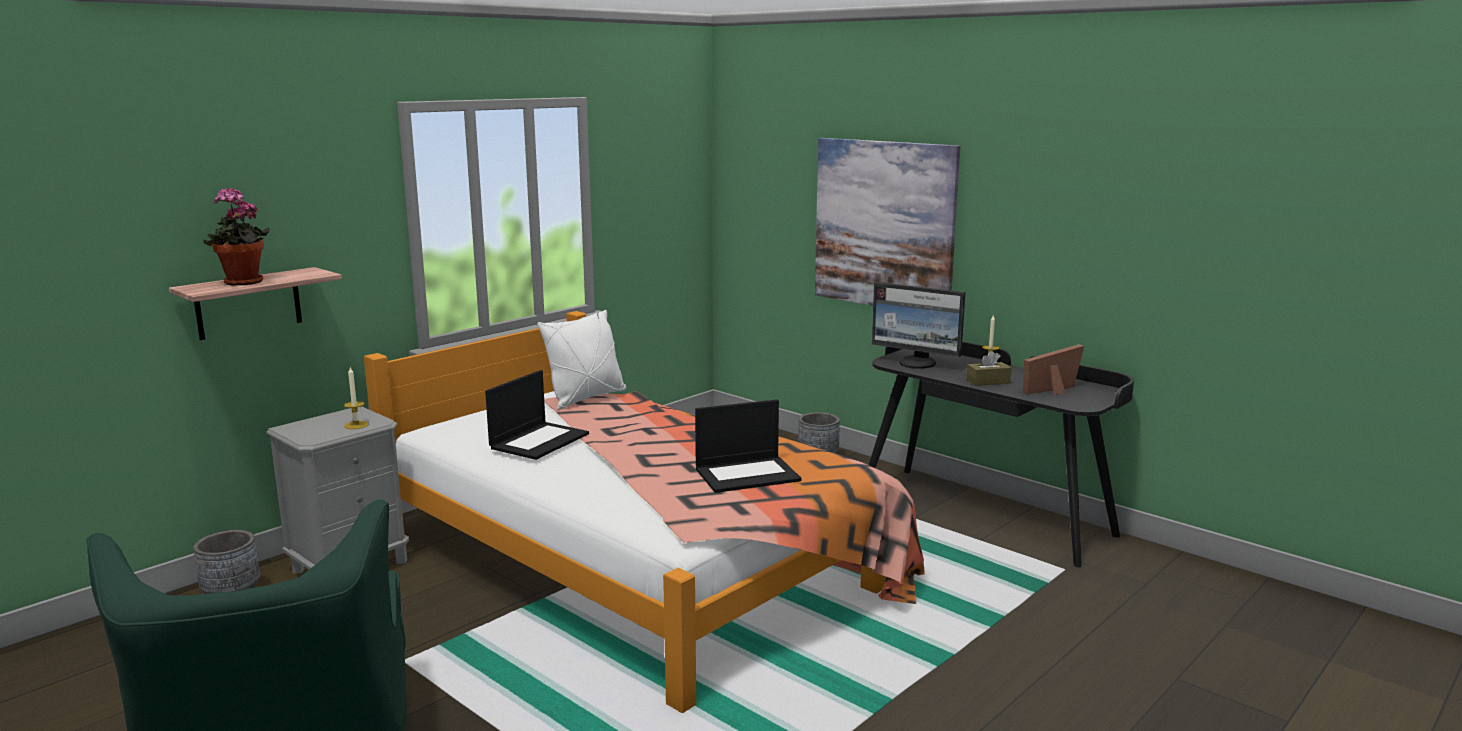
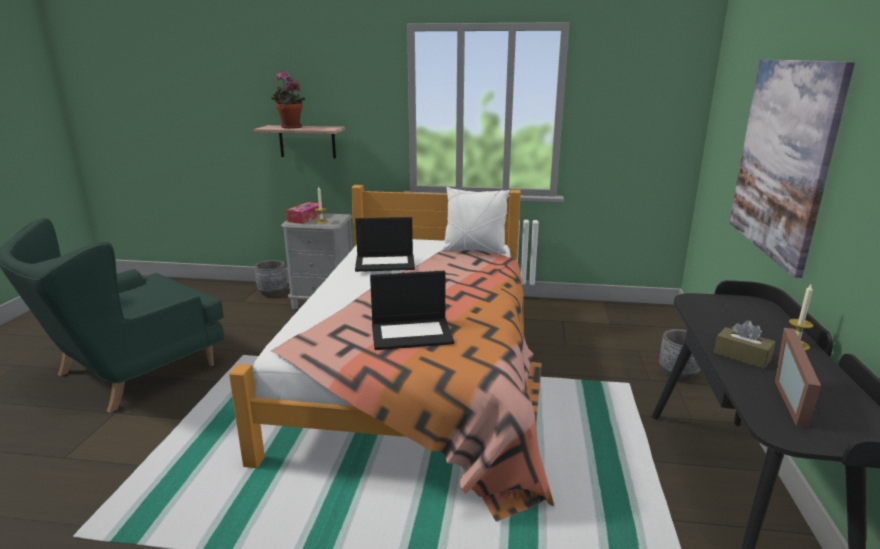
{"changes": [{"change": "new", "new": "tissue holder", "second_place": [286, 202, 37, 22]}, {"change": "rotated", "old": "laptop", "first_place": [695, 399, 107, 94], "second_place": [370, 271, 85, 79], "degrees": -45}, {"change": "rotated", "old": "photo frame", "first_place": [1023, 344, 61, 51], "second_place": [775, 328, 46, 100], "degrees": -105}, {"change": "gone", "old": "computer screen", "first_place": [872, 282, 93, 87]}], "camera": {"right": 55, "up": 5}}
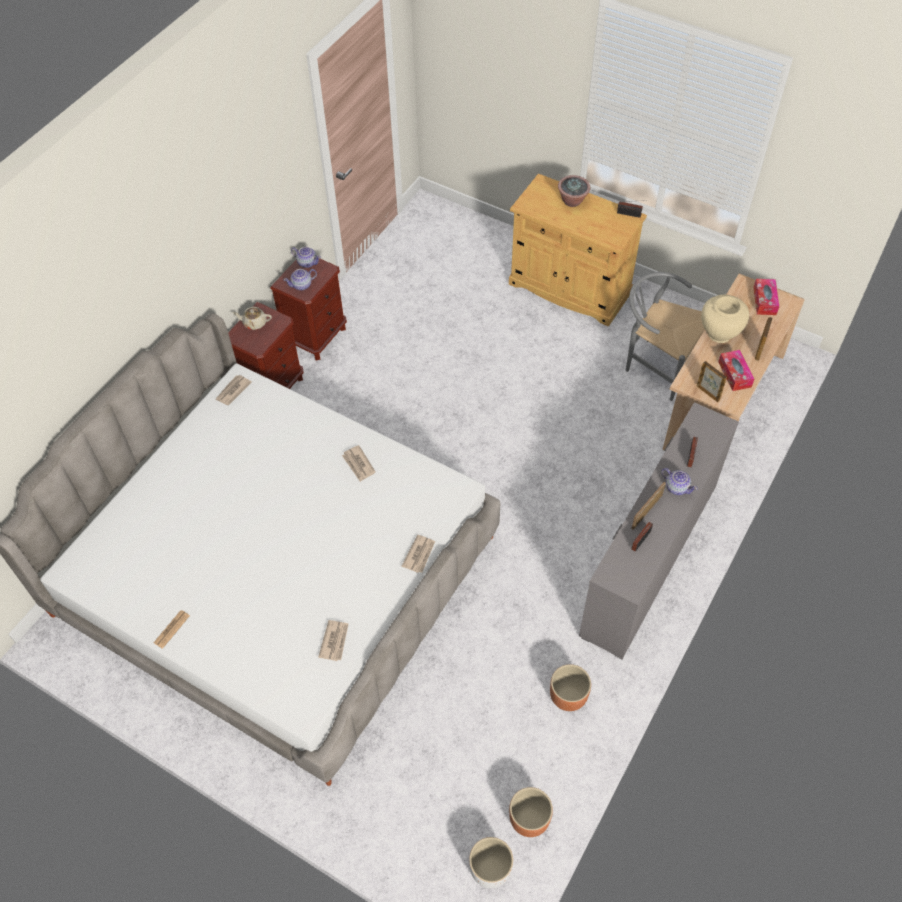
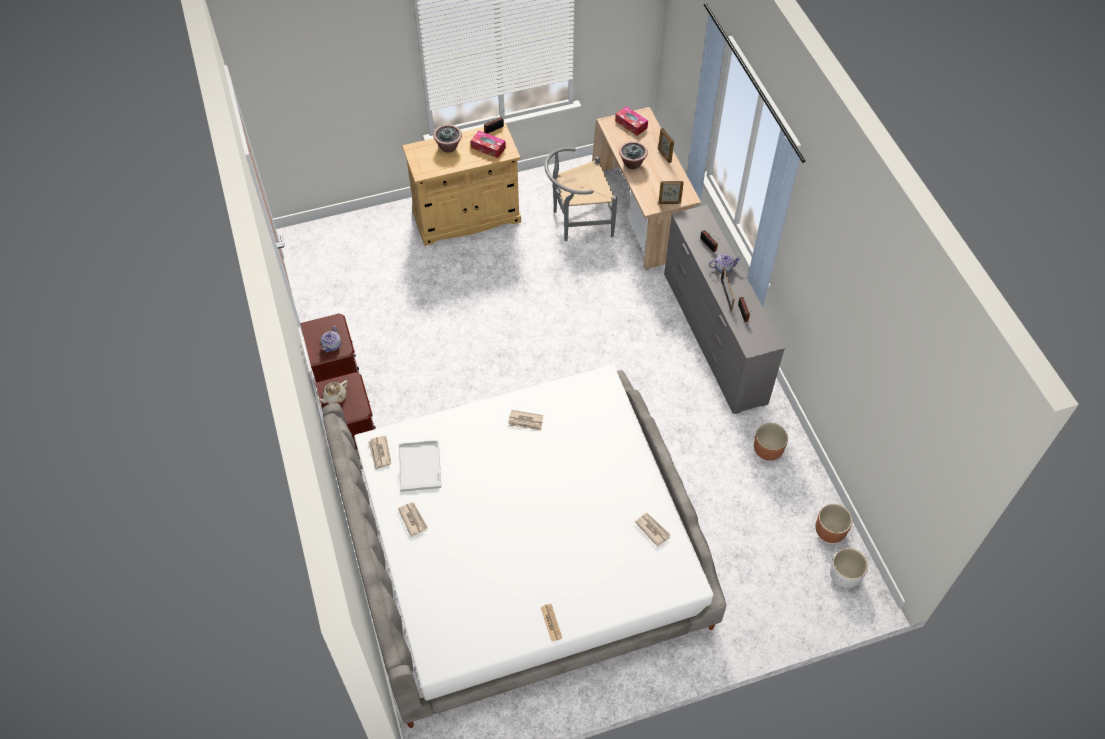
{"changes": [{"change": "new", "new": "whitish carrying tray", "second_place": [398, 440, 43, 52]}, {"change": "shifted", "old": "printed paper", "first_place": [402, 535, 33, 38], "second_place": [398, 502, 30, 35]}, {"change": "shifted", "old": "tissue holder", "first_place": [718, 350, 36, 41], "second_place": [471, 131, 35, 27]}, {"change": "swapped", "old": "beige flower vase", "new": "houseplant", "first_place": [701, 295, 48, 48], "second_place": [619, 141, 29, 28]}, {"change": "gone", "old": "pot for tea", "first_place": [291, 247, 30, 21]}], "camera": {"right": -50, "up": 0}}
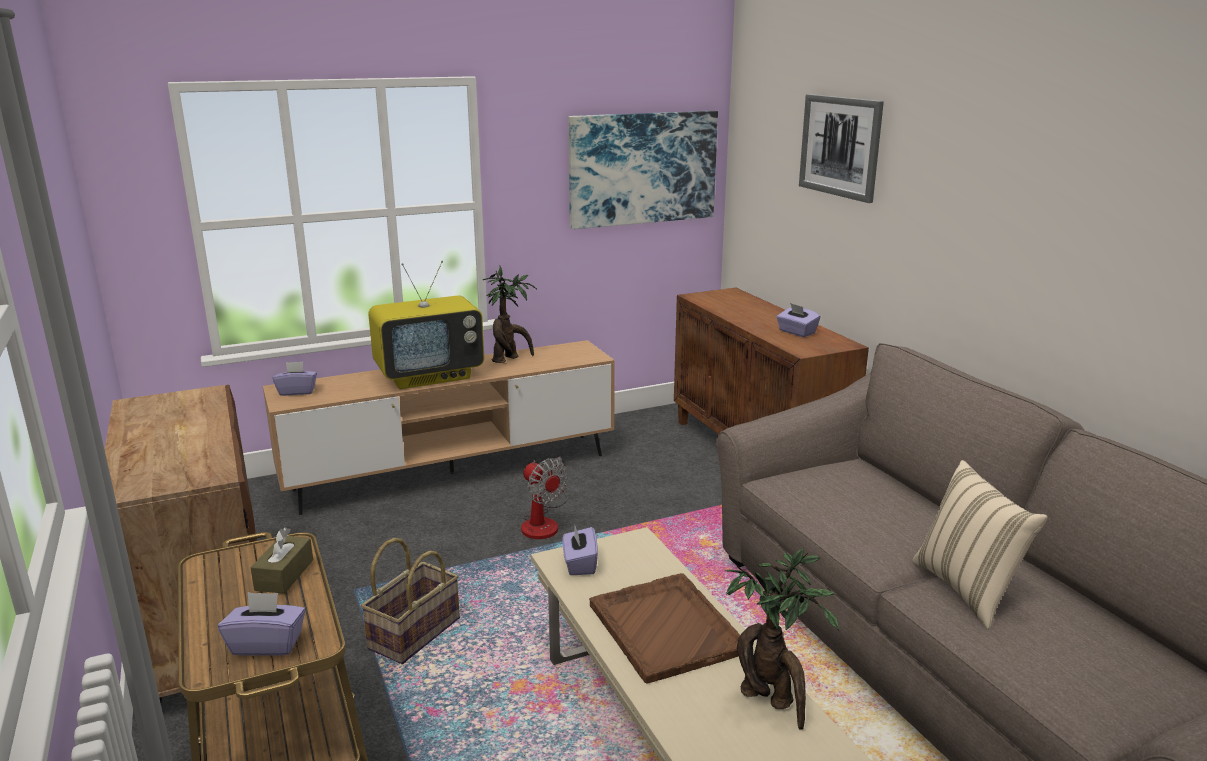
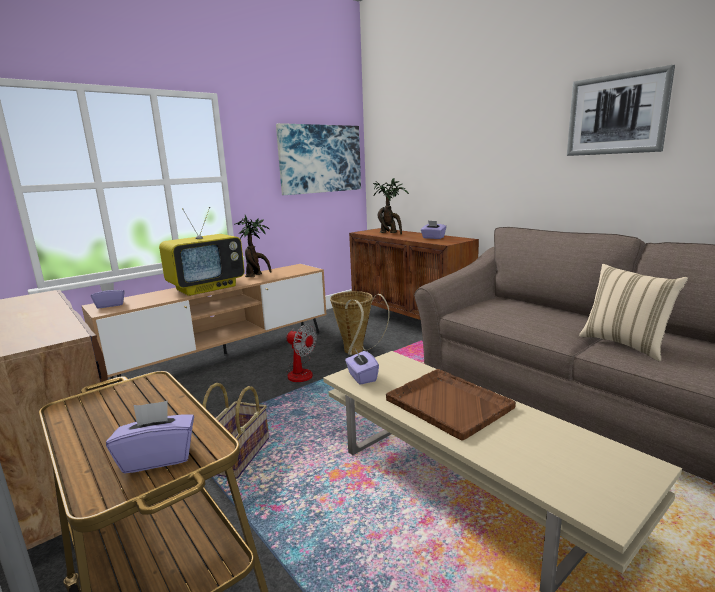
{"changes": [{"change": "new", "new": "basket", "second_place": [330, 291, 60, 64]}, {"change": "shifted", "old": "houseplant", "first_place": [725, 548, 114, 182], "second_place": [373, 178, 36, 56]}, {"change": "shifted", "old": "wall picture", "first_place": [799, 94, 85, 109], "second_place": [567, 65, 108, 91]}, {"change": "gone", "old": "brown-coloured tissue holder", "first_place": [250, 527, 63, 67]}], "camera": {"right": -15, "up": -5}}
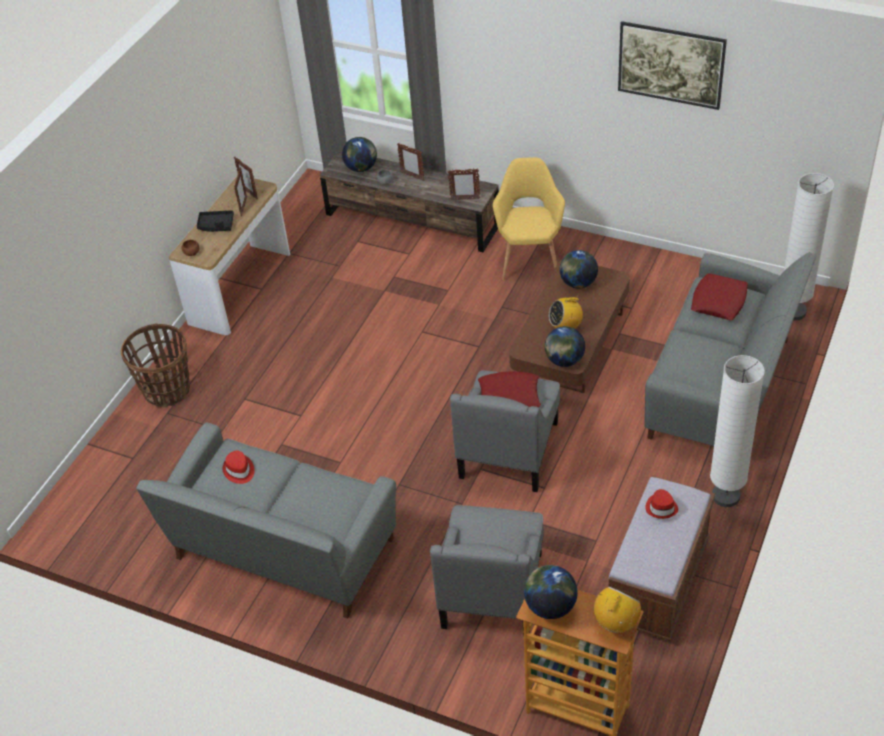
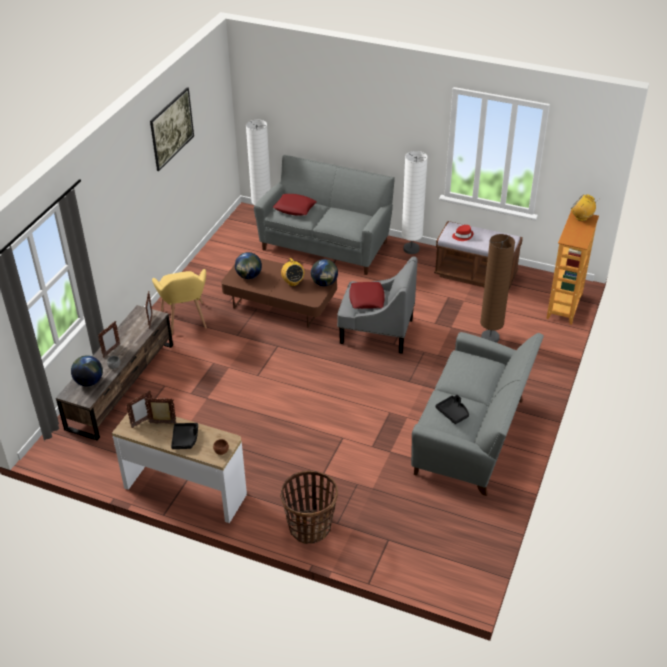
{"changes": [{"change": "rotated", "old": "yellowish armchair", "first_place": [493, 157, 72, 124], "second_place": [152, 269, 55, 66], "degrees": -105}, {"change": "swapped", "old": "red-coloured hat", "new": "black-coloured carrying tray", "first_place": [223, 451, 32, 33], "second_place": [435, 395, 34, 29]}, {"change": "swapped", "old": "gray armchair", "new": "brown-coloured standing lamp", "first_place": [430, 505, 114, 132], "second_place": [480, 234, 35, 109]}, {"change": "gone", "old": "globe", "first_place": [524, 565, 54, 54]}], "camera": {"right": -95, "up": -5}}
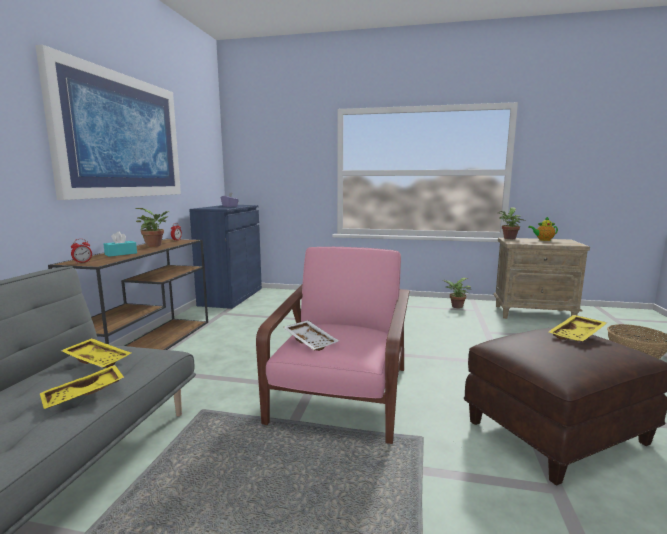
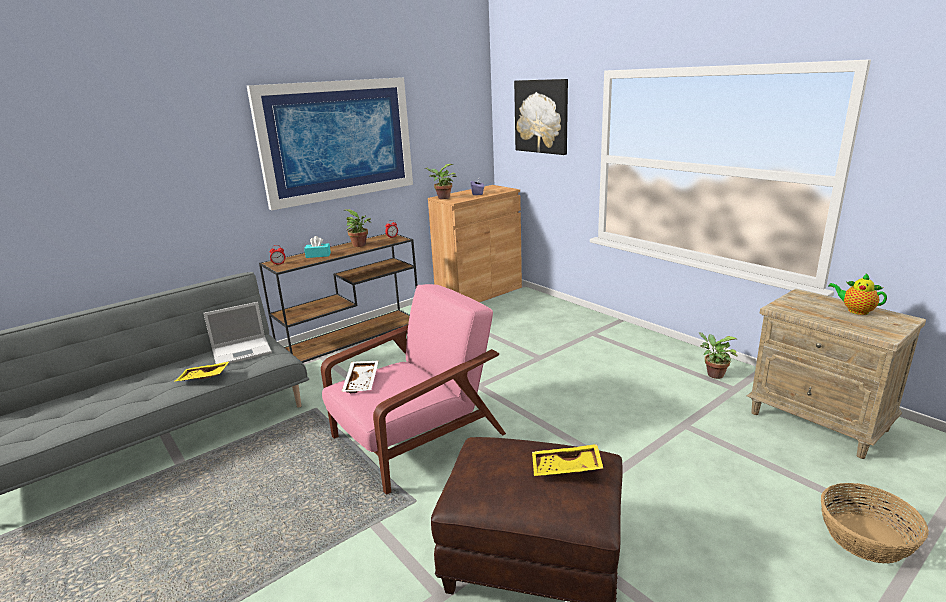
{"changes": [{"change": "swapped", "old": "yellowish carrying tray", "new": "laptop", "first_place": [61, 338, 70, 30], "second_place": [203, 302, 69, 62]}, {"change": "shifted", "old": "houseplant", "first_place": [498, 208, 28, 31], "second_place": [424, 164, 33, 35]}, {"change": "repainted", "old": "blue-coloured storage cabinet", "new": "brown-coloured storage cabinet", "first_place": [189, 205, 73, 104], "second_place": [428, 185, 94, 117]}, {"change": "new", "new": "wall picture", "second_place": [514, 79, 54, 76]}], "camera": {"right": 40, "up": 10}}
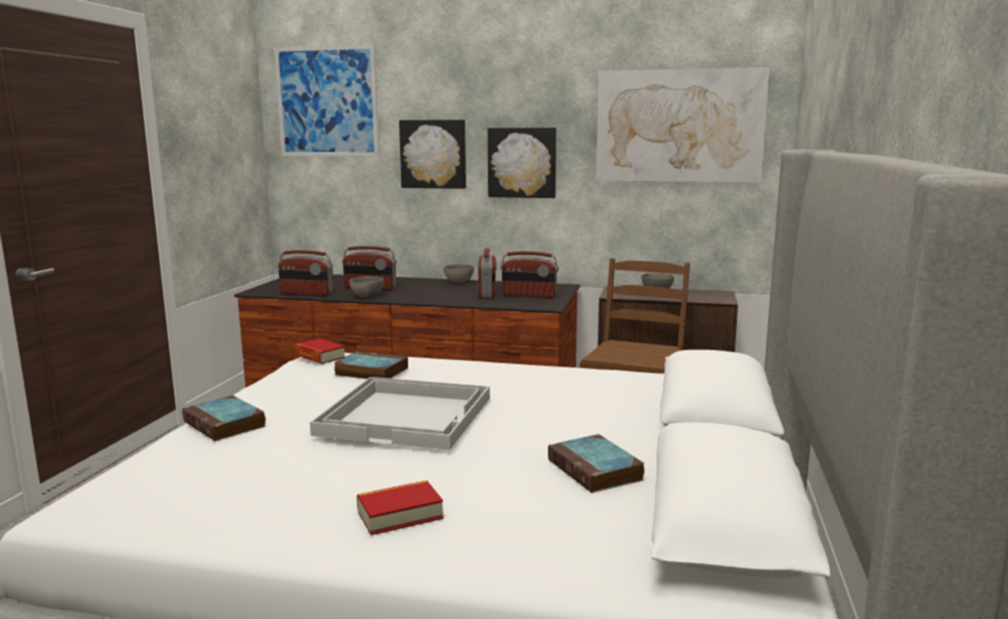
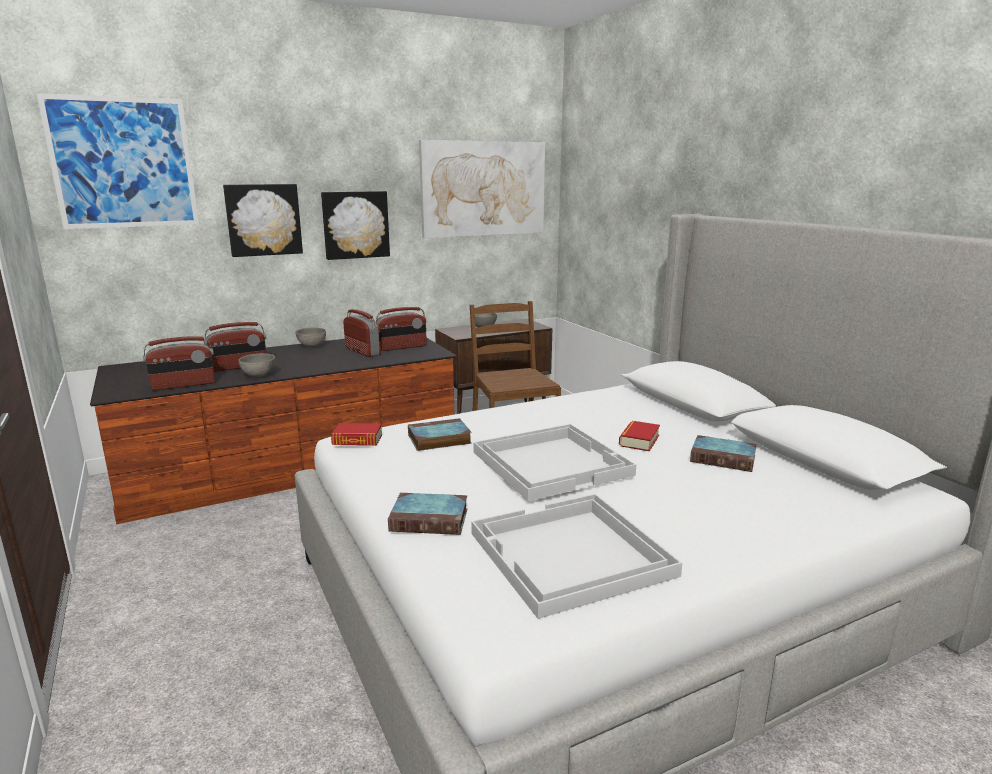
{"changes": [{"change": "new", "new": "whitish carrying tray", "second_place": [471, 494, 211, 125]}, {"change": "shifted", "old": "volume", "first_place": [357, 480, 86, 55], "second_place": [619, 421, 41, 30]}], "camera": {"right": -40, "up": 5}}
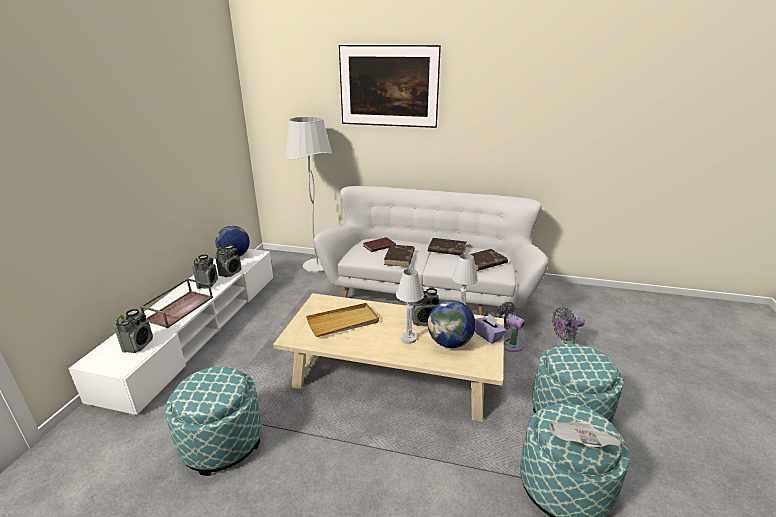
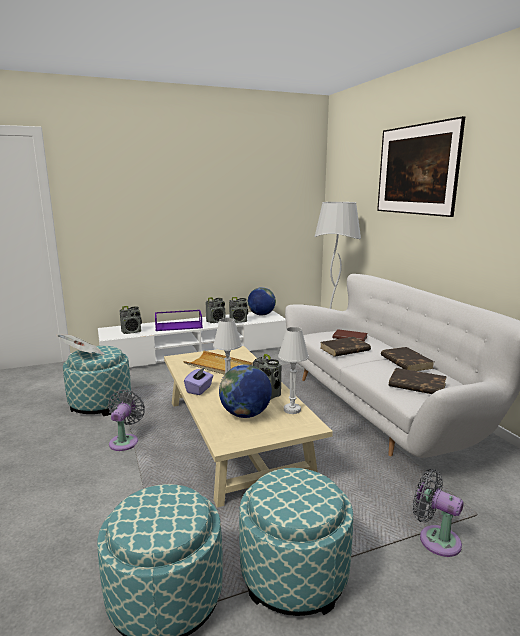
{"changes": [{"change": "shifted", "old": "printed paper", "first_place": [549, 421, 71, 26], "second_place": [56, 334, 49, 20]}, {"change": "shifted", "old": "gray electric fan", "first_place": [495, 302, 30, 50], "second_place": [108, 390, 37, 61]}, {"change": "repainted", "old": "brown-coloured carrying tray", "new": "purple carrying tray", "first_place": [140, 278, 73, 50], "second_place": [155, 310, 48, 21]}, {"change": "shifted", "old": "purple tissue holder", "first_place": [475, 314, 31, 30], "second_place": [184, 367, 29, 28]}], "camera": {"right": 55, "up": -10}}
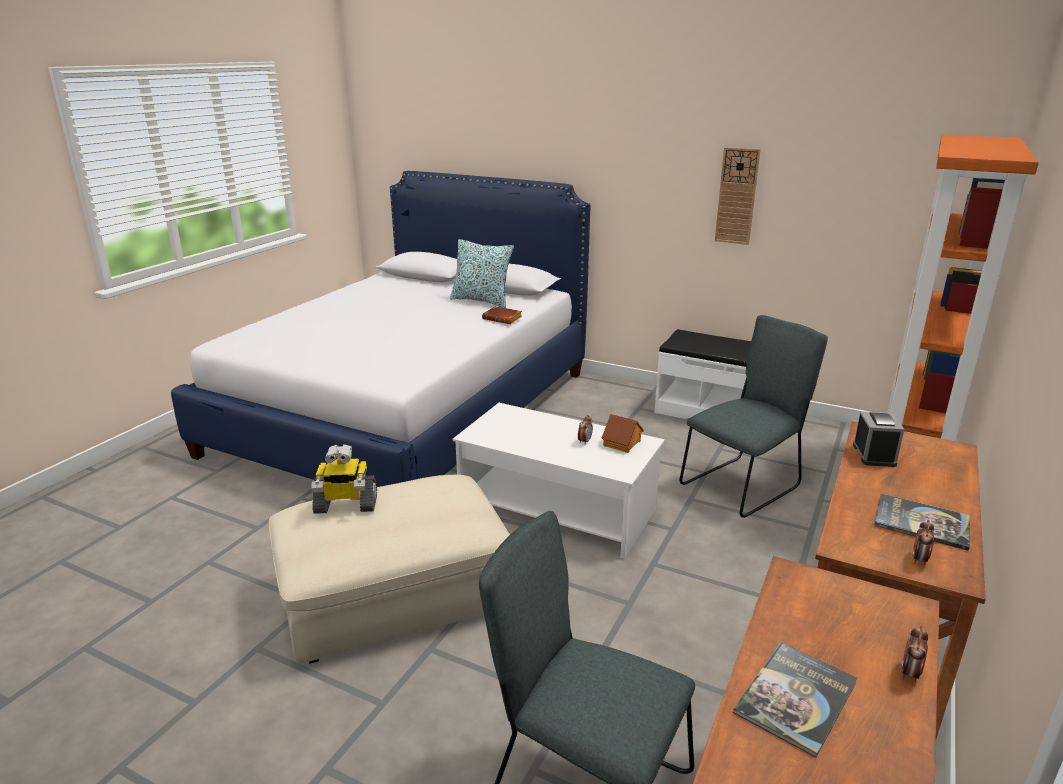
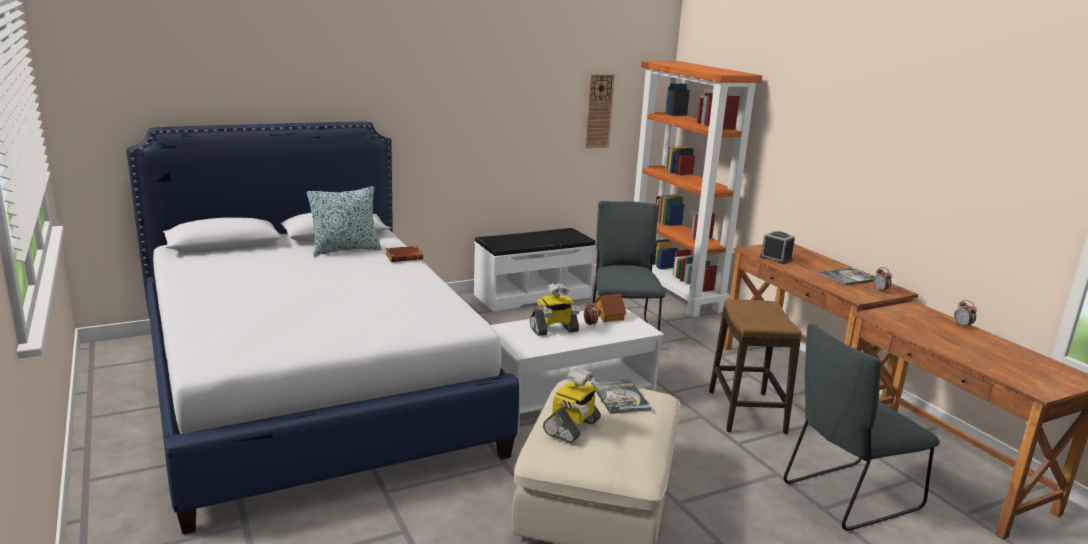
{"changes": [{"change": "new", "new": "robot figure", "second_place": [530, 283, 50, 53]}, {"change": "shifted", "old": "wall clock", "first_place": [715, 147, 46, 98], "second_place": [585, 74, 30, 74]}, {"change": "shifted", "old": "volume", "first_place": [733, 642, 125, 115], "second_place": [591, 379, 60, 35]}, {"change": "new", "new": "stool seat", "second_place": [709, 299, 93, 135]}], "camera": {"right": -55, "up": -5}}
